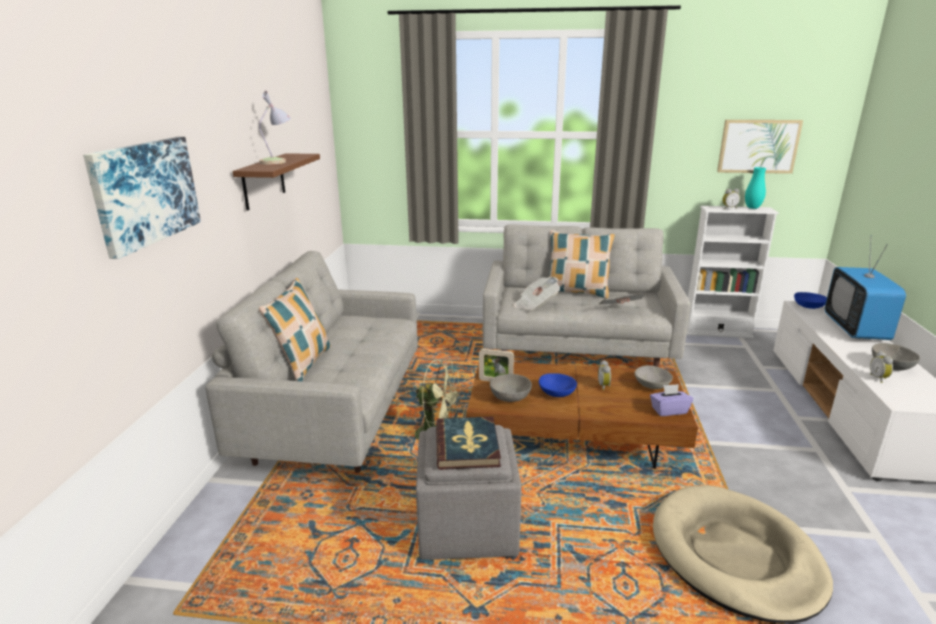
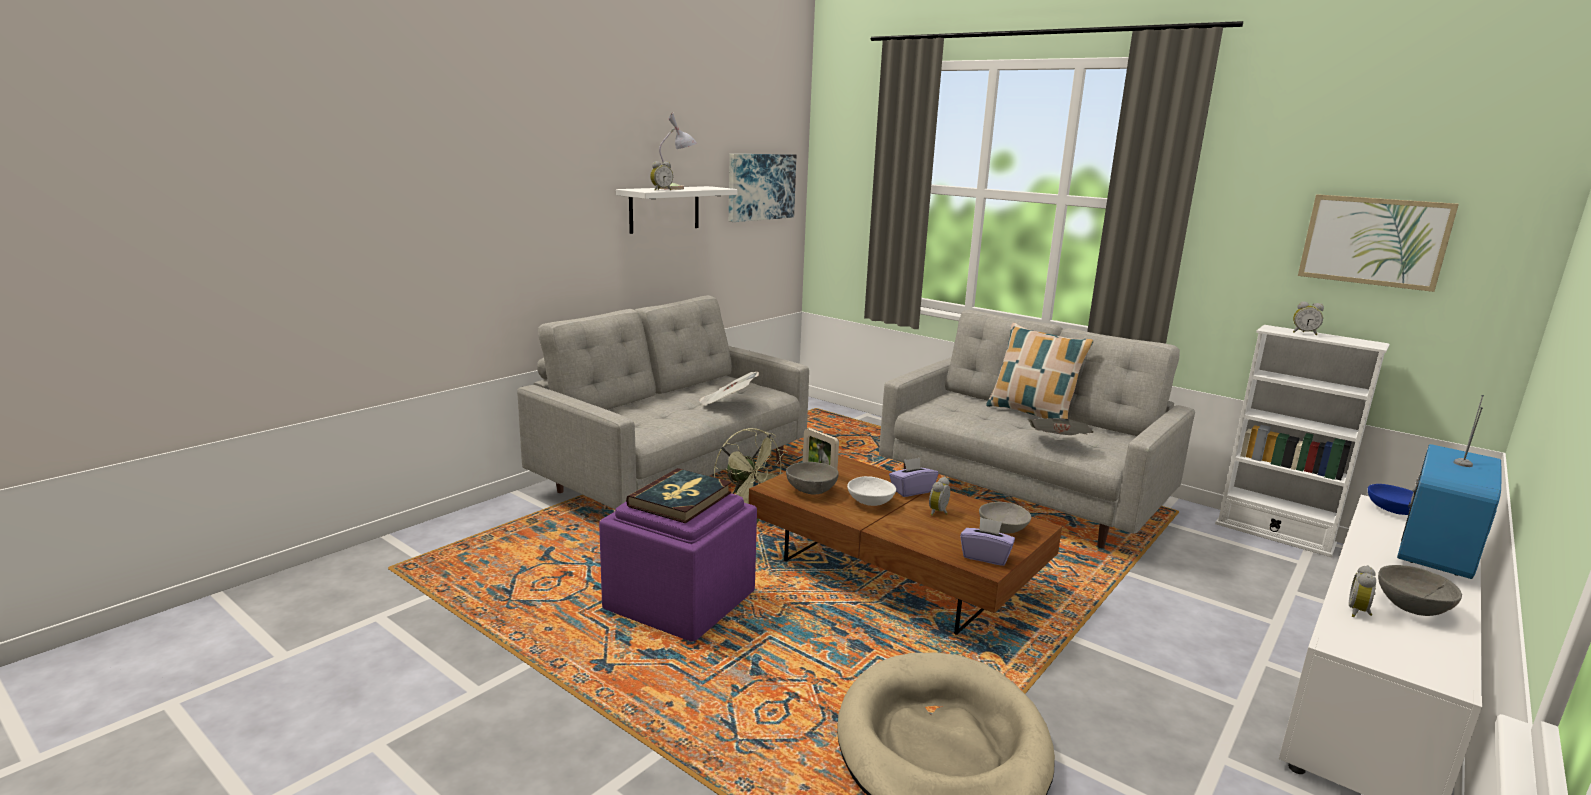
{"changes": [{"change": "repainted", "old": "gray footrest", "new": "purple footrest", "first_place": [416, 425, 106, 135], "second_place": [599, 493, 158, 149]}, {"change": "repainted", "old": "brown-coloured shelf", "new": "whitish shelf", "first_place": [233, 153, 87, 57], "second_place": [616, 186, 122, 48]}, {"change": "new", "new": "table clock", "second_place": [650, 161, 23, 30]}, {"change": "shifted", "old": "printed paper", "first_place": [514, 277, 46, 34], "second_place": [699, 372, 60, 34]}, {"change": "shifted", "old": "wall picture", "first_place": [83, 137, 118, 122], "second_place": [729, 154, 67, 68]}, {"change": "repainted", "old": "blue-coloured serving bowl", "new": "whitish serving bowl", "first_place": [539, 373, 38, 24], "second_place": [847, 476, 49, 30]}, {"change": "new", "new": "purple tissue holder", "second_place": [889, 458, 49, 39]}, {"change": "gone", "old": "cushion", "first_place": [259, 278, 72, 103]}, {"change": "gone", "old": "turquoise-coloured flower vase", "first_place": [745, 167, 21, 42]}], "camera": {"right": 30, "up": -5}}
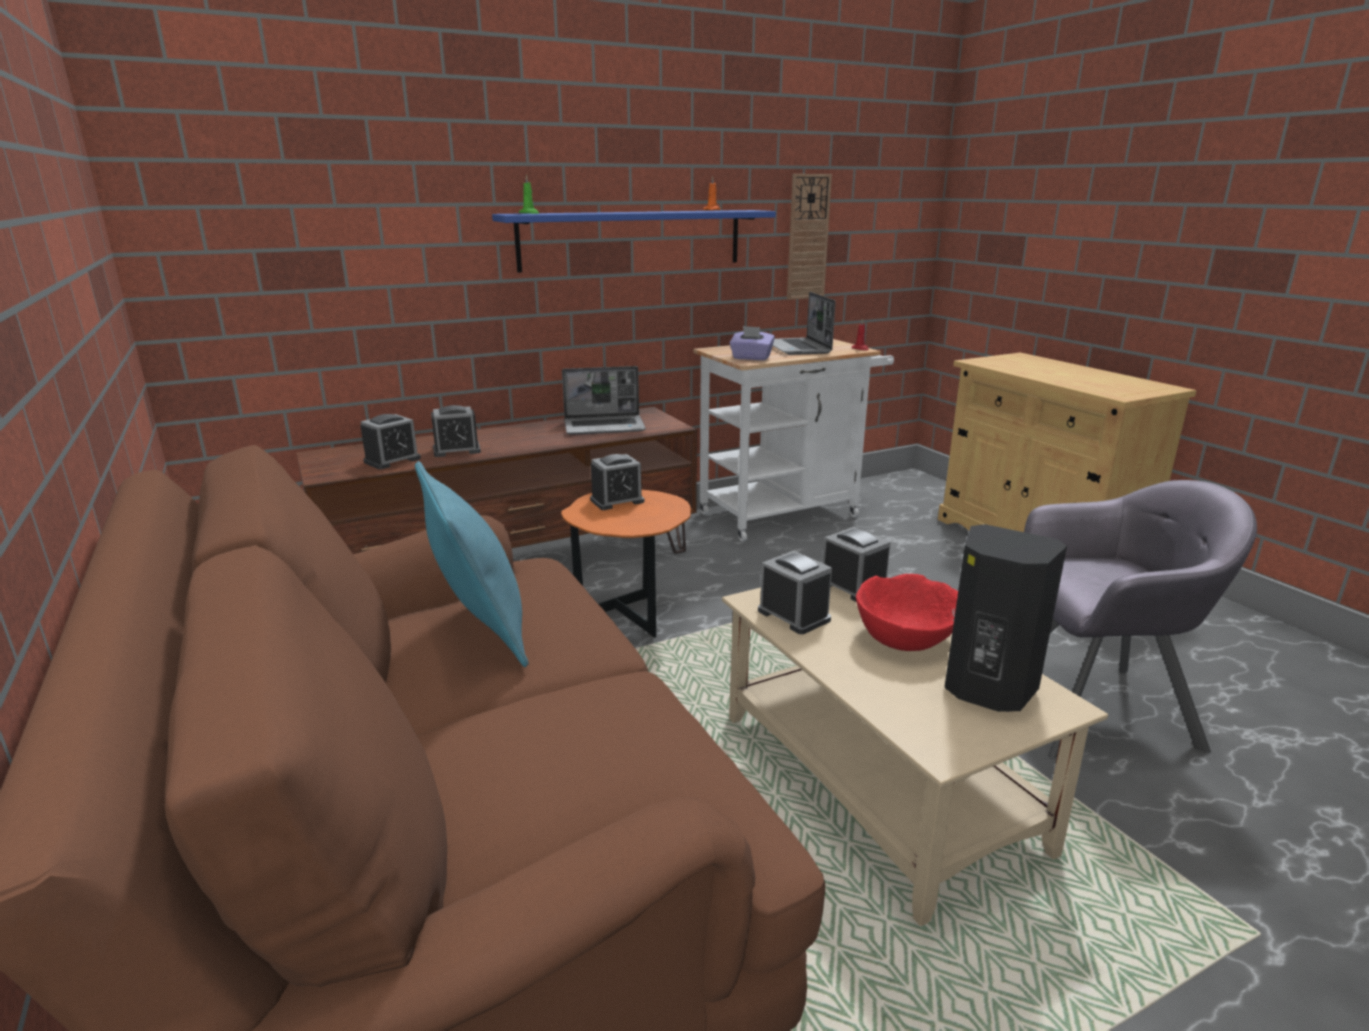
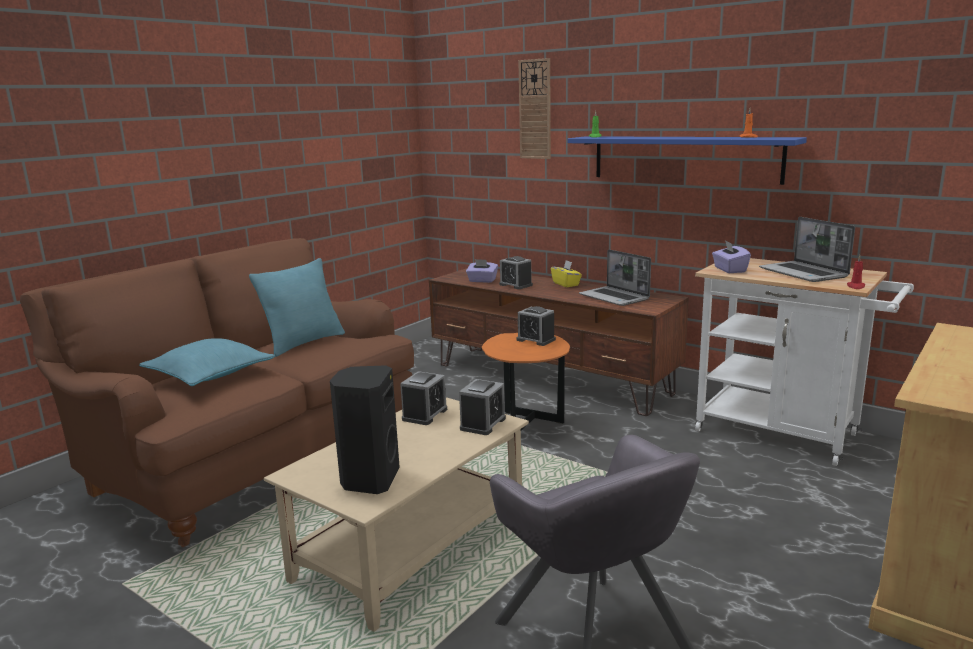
{"changes": [{"change": "new", "new": "turquoise-coloured cushion", "second_place": [139, 338, 136, 48]}, {"change": "swapped", "old": "table clock", "new": "purple tissue holder", "first_place": [360, 414, 61, 55], "second_place": [466, 259, 32, 24]}, {"change": "shifted", "old": "wall clock", "first_place": [787, 174, 45, 126], "second_place": [518, 58, 33, 101]}, {"change": "new", "new": "yellowish tissue holder", "second_place": [551, 260, 31, 27]}, {"change": "rotated", "old": "laptop", "first_place": [773, 292, 62, 63], "second_place": [759, 217, 96, 65], "degrees": -75}, {"change": "gone", "old": "red-coloured serving bowl", "first_place": [856, 574, 102, 77]}], "camera": {"right": 65, "up": -5}}
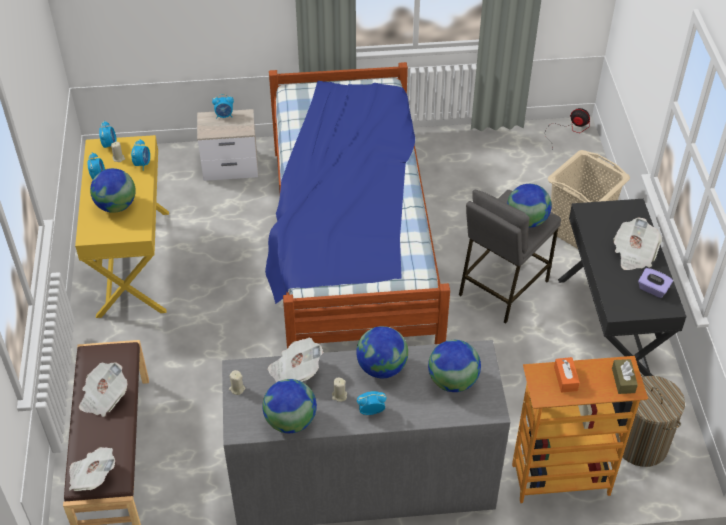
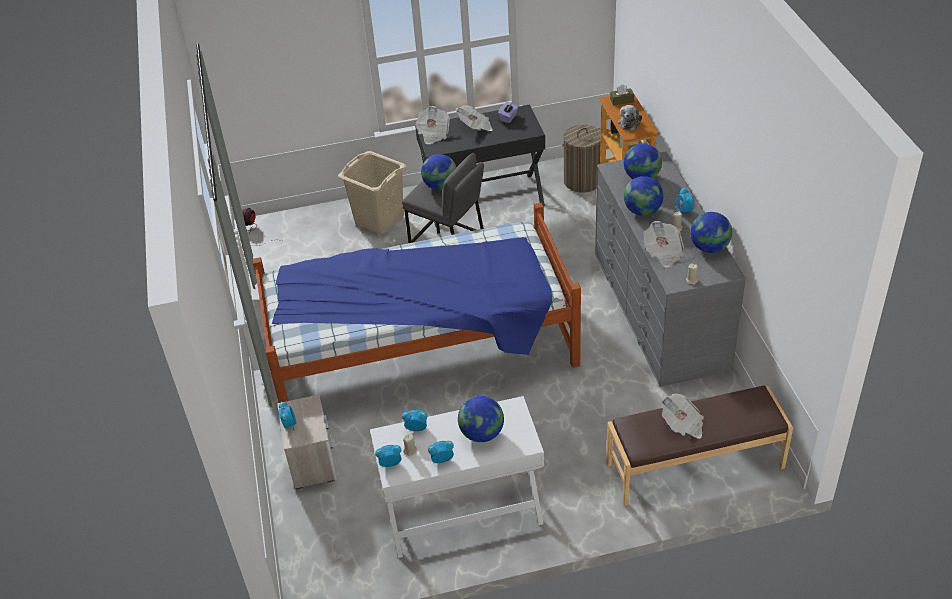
{"changes": [{"change": "repainted", "old": "yellowish desk table", "new": "whitish desk table", "first_place": [75, 135, 94, 183], "second_place": [370, 396, 174, 162]}, {"change": "shifted", "old": "printed paper", "first_place": [69, 447, 46, 44], "second_place": [415, 106, 35, 38]}, {"change": "swapped", "old": "orange tissue holder", "new": "plush toy", "first_place": [554, 357, 26, 36], "second_place": [618, 105, 24, 25]}], "camera": {"right": -95, "up": -5}}
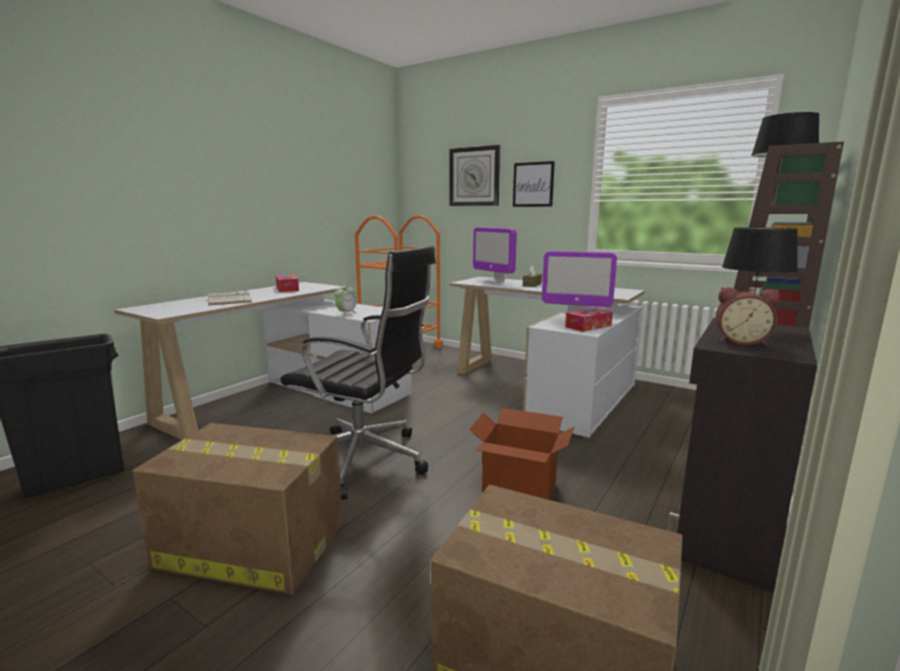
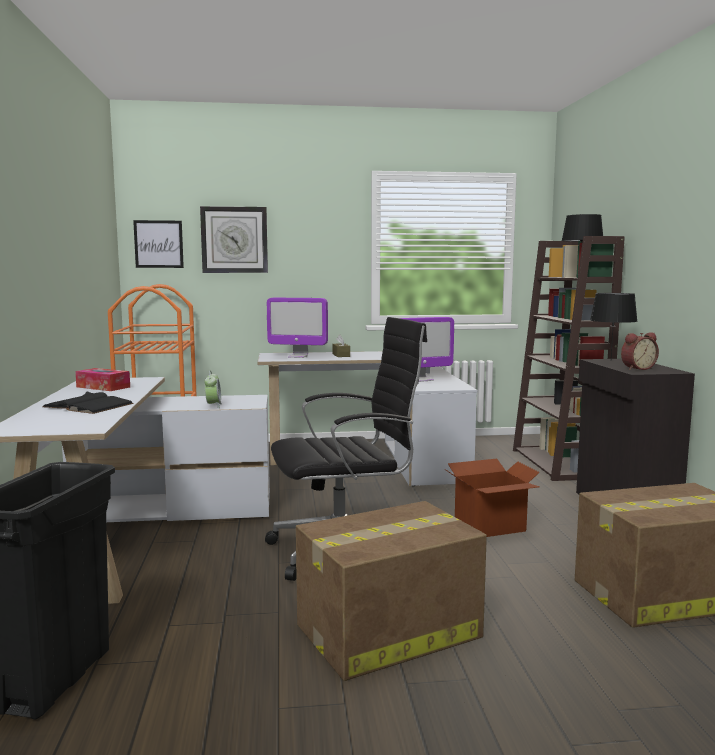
{"changes": [{"change": "repainted", "old": "whitish volume", "new": "black-coloured volume", "first_place": [208, 290, 44, 15], "second_place": [42, 391, 91, 23]}, {"change": "shifted", "old": "wall picture", "first_place": [513, 161, 42, 46], "second_place": [133, 220, 51, 48]}, {"change": "gone", "old": "tissue holder", "first_place": [565, 308, 48, 24]}], "camera": {"right": -40, "up": -5}}
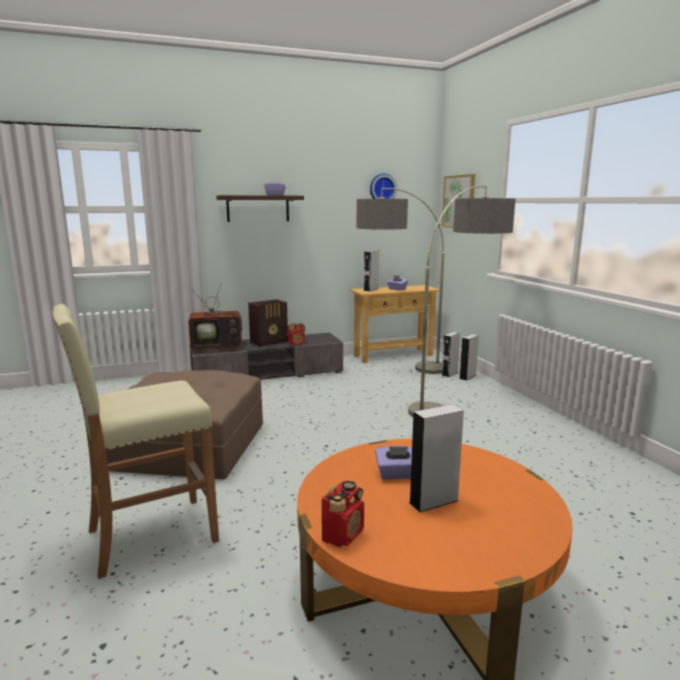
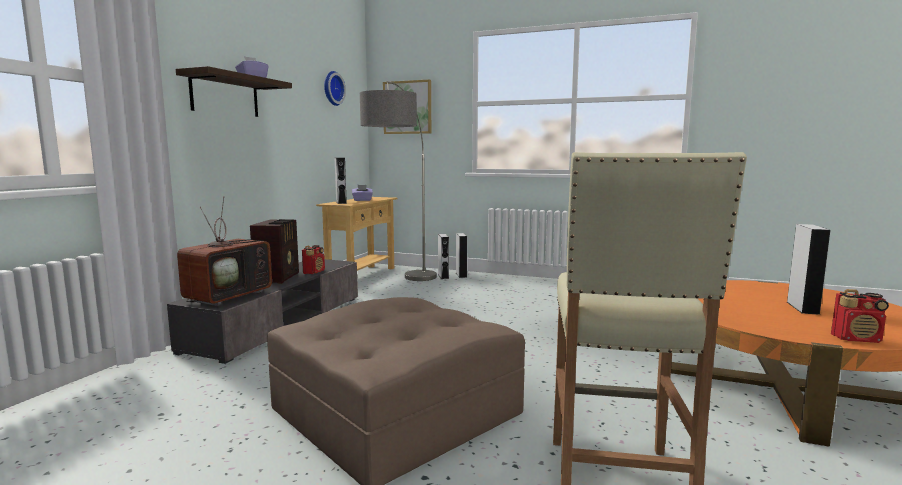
{"changes": [{"change": "rotated", "old": "radio", "first_place": [322, 481, 42, 66], "second_place": [831, 289, 58, 54], "degrees": 120}, {"change": "gone", "old": "purple tissue holder", "first_place": [375, 446, 37, 33]}, {"change": "gone", "old": "standing lamp", "first_place": [408, 186, 108, 231]}], "camera": {"right": -50, "up": -5}}
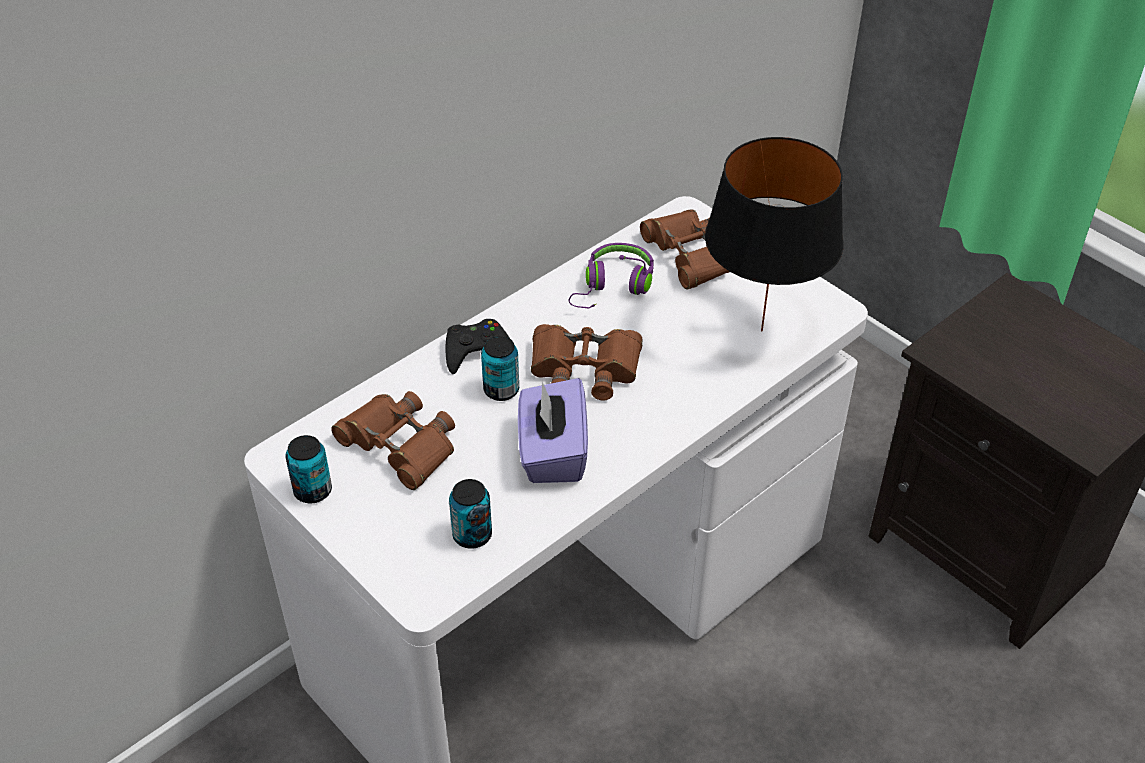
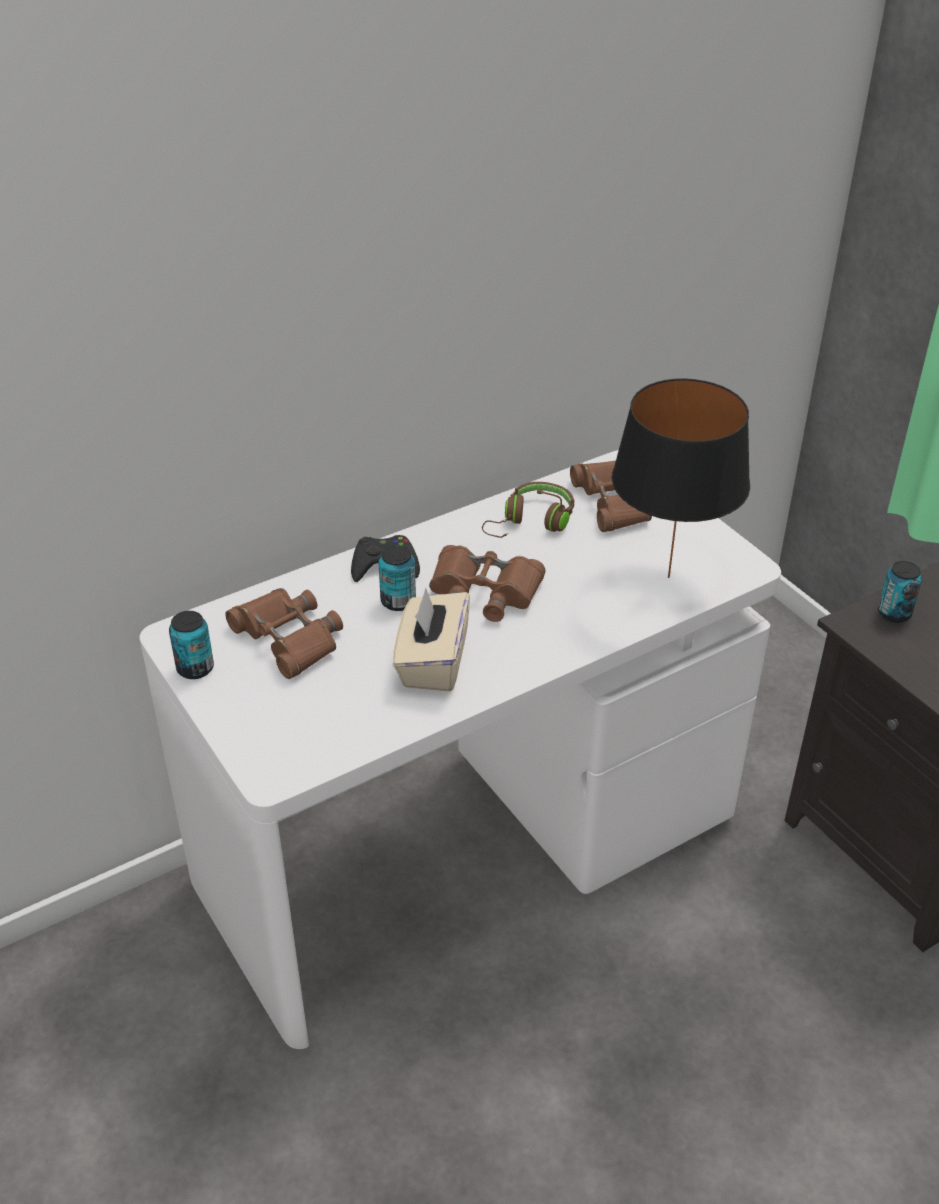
{"changes": [{"change": "repainted", "old": "purple tissue holder", "new": "beige tissue holder", "first_place": [518, 378, 70, 105], "second_place": [393, 588, 77, 103]}, {"change": "repainted", "old": "purple headphones", "new": "brown-coloured headphones", "first_place": [568, 243, 86, 65], "second_place": [482, 482, 92, 56]}, {"change": "shifted", "old": "sealed can", "first_place": [449, 479, 43, 70], "second_place": [878, 561, 44, 62]}], "camera": {"right": 10, "up": -5}}
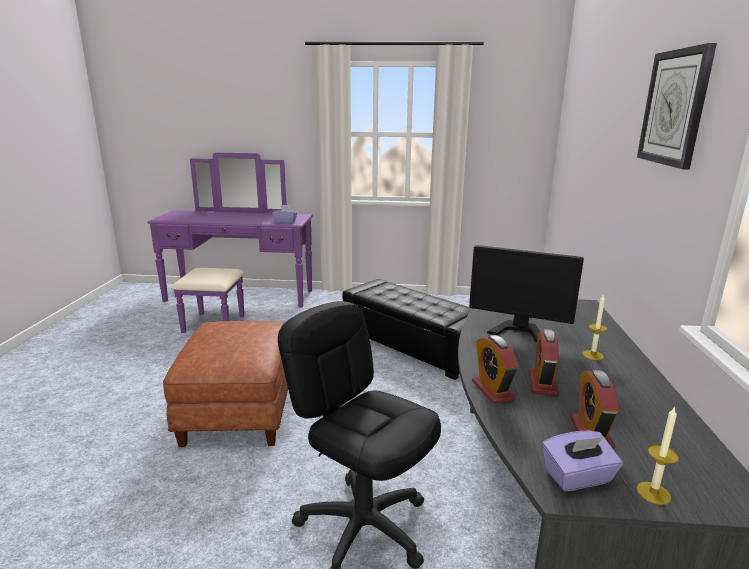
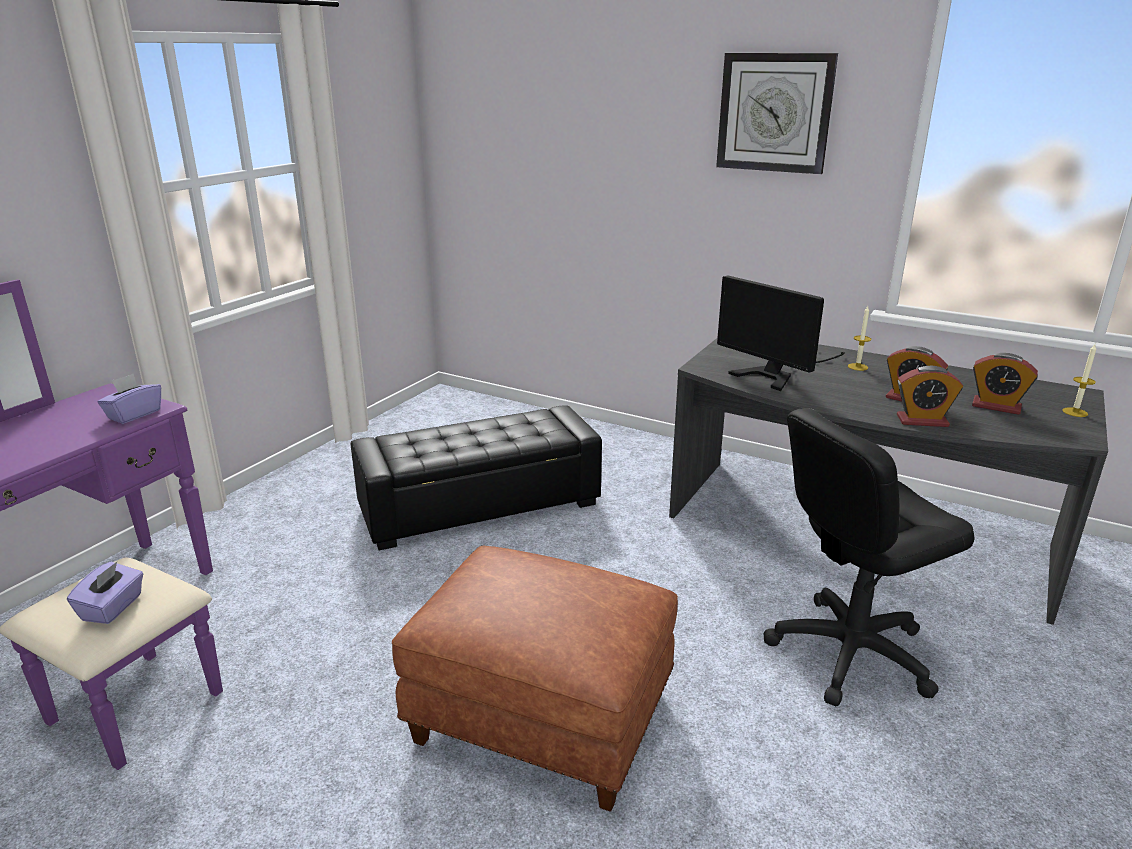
{"changes": [{"change": "shifted", "old": "purple tissue holder", "first_place": [542, 430, 81, 61], "second_place": [67, 562, 76, 62]}, {"change": "rotated", "old": "computer screen", "first_place": [469, 245, 115, 97], "second_place": [717, 275, 128, 116], "degrees": 90}], "camera": {"right": -65, "up": 5}}
